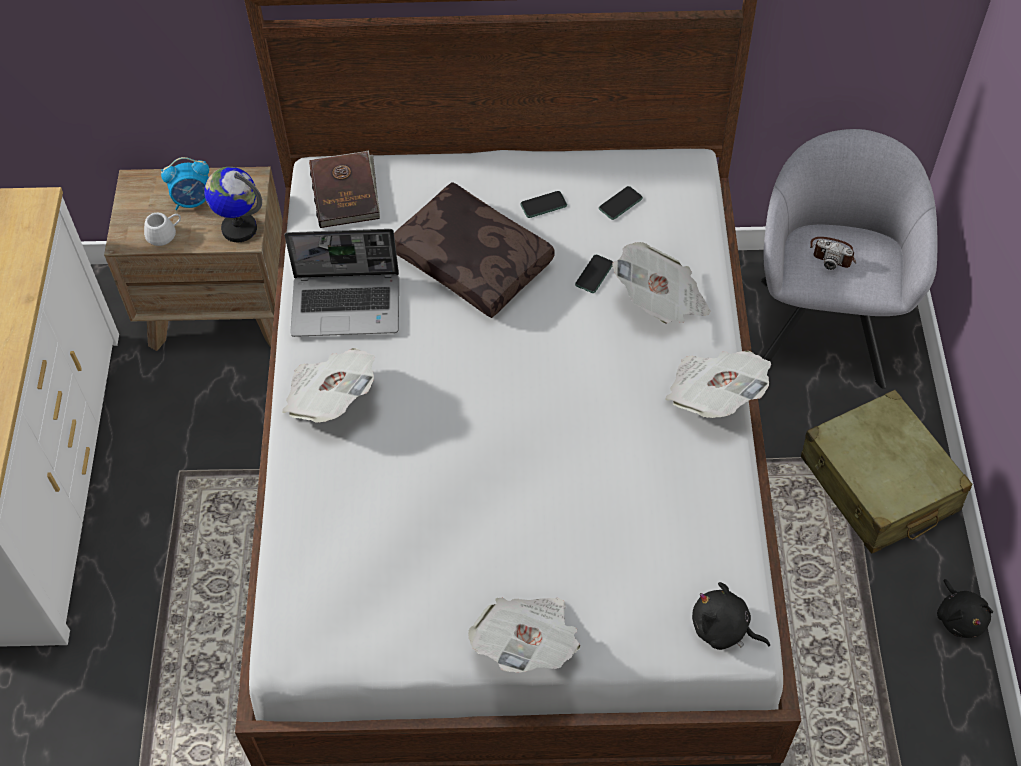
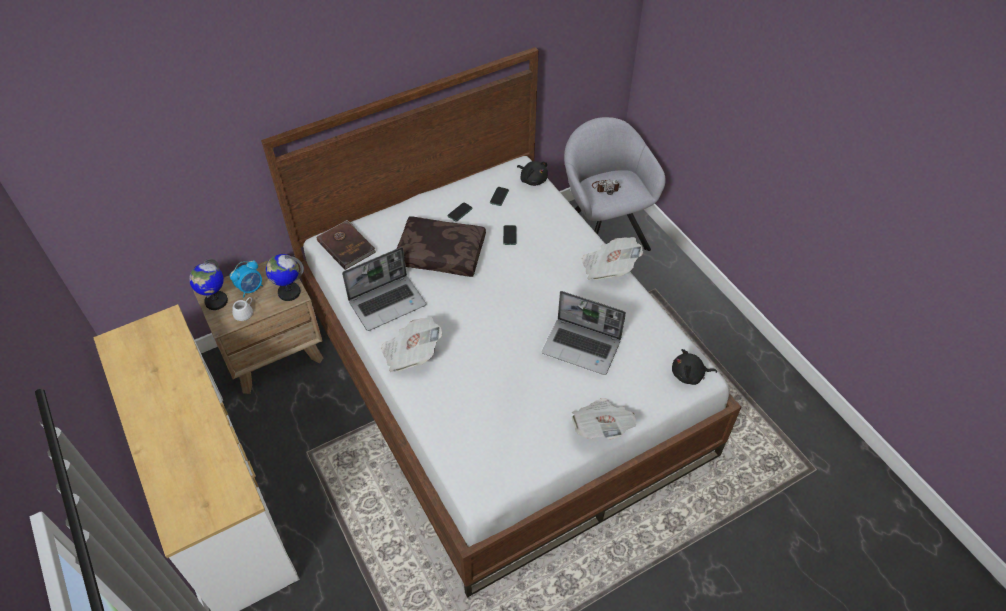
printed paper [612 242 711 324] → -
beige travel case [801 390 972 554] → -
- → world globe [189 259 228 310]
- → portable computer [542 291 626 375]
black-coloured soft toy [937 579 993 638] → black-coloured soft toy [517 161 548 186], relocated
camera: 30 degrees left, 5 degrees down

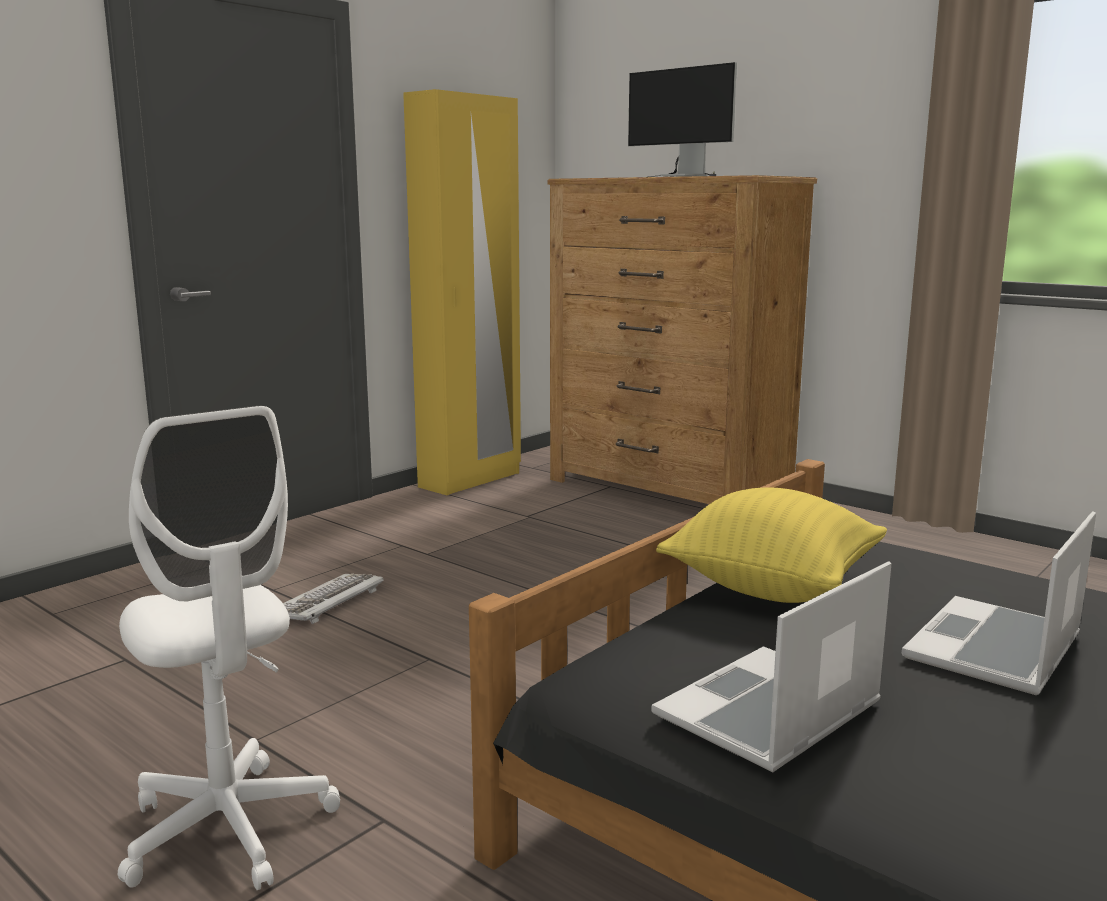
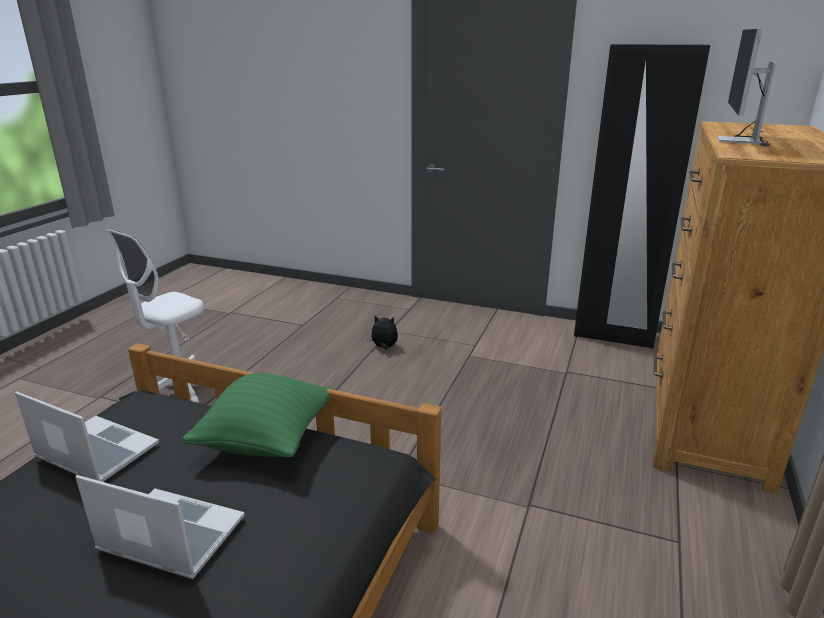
computer keyboard [283 573 384 624] → soft toy [367 316 398 349]
yellow armoire [403 89 521 495] → black-coloured armoire [574 44 710 349]
yellow pillow [656 487 887 603] → green pillow [182 373 334 457]
camera: 70 degrees right, 10 degrees up

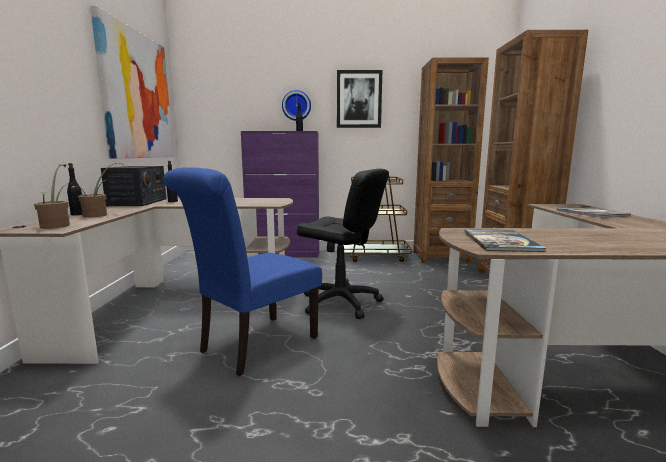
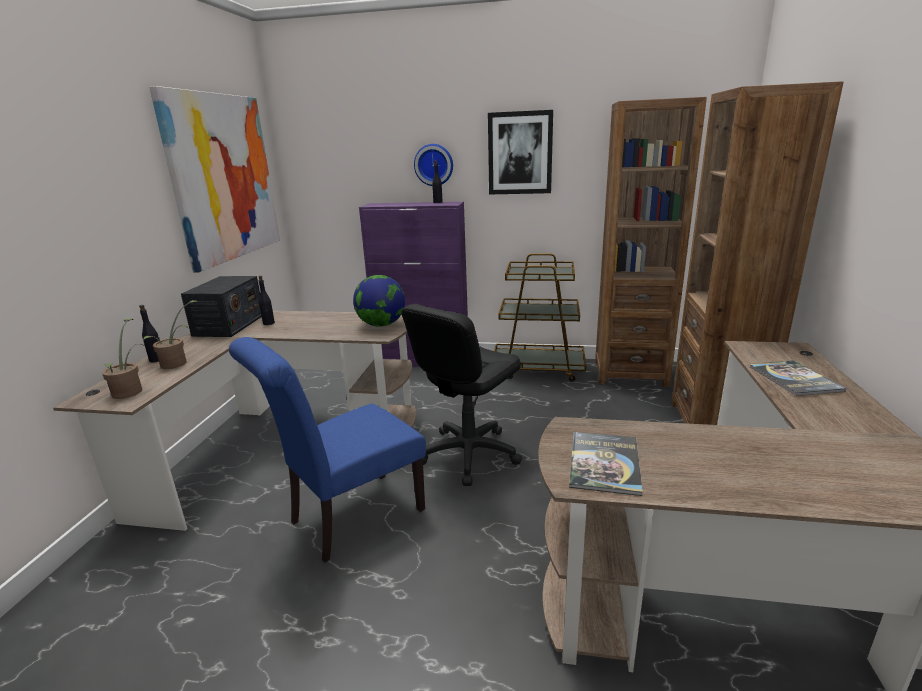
- → world globe [353 275 405 327]
black-coloured office chair [296 169 389 319] → black-coloured office chair [402 304 522 486], 90 degrees clockwise
camera: 10 degrees right, 10 degrees up

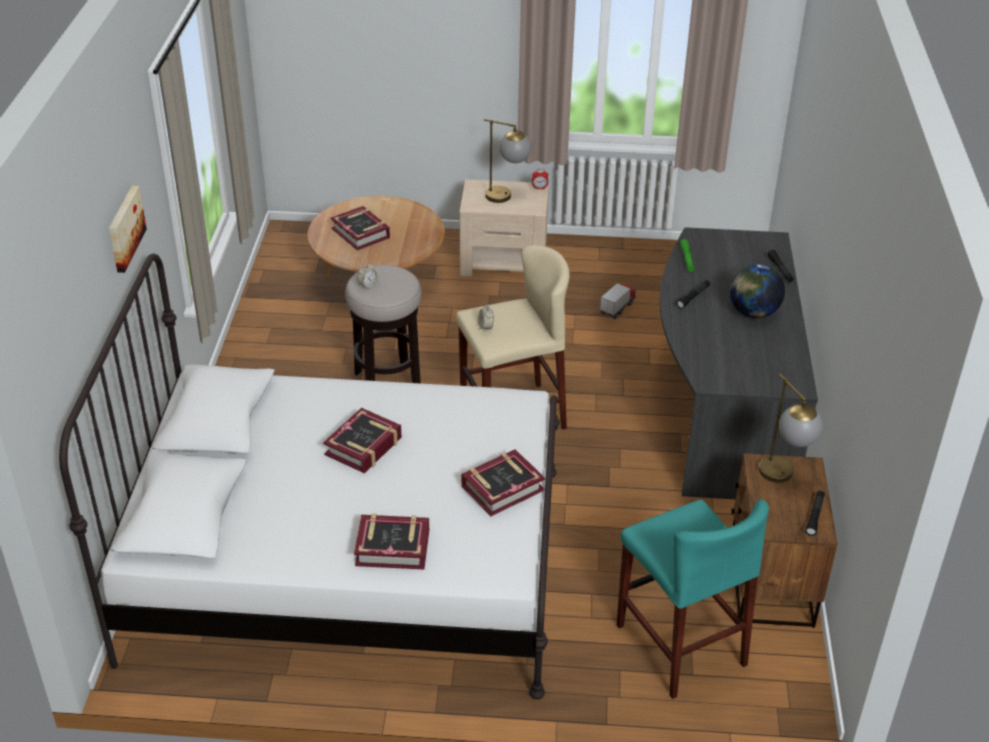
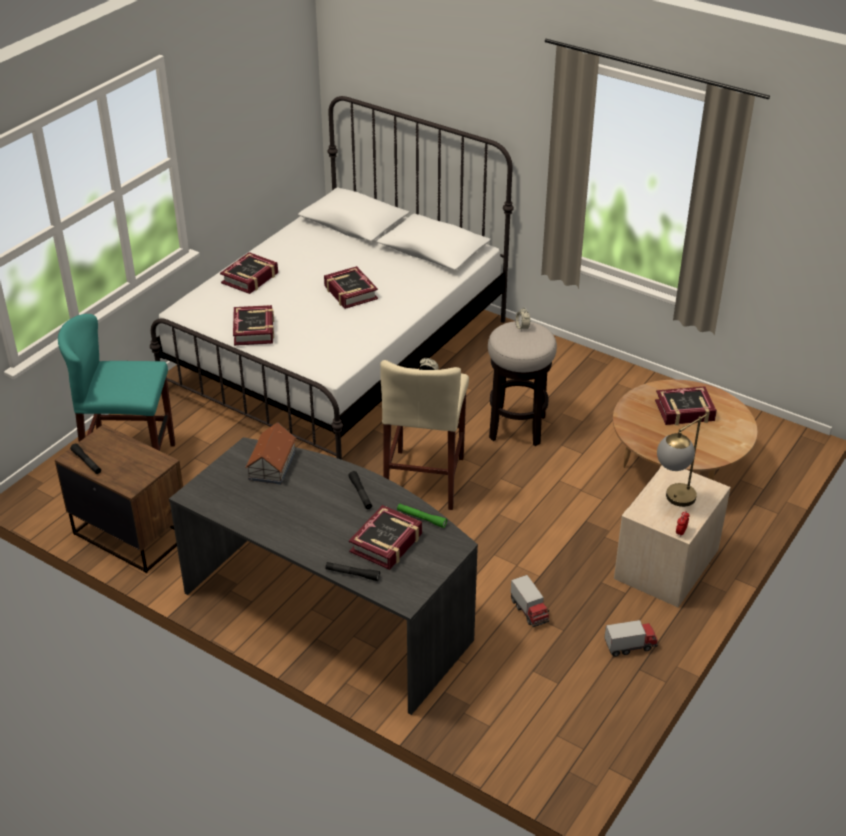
wall picture [109 186 147 273] → -
world globe [730 264 785 318] → -
lamp for a table [759 373 823 483] → -
- → toy house [245 422 297 485]
- → book [349 505 422 570]
- → toy truck [604 620 658 657]
camera: 120 degrees right, 0 degrees up

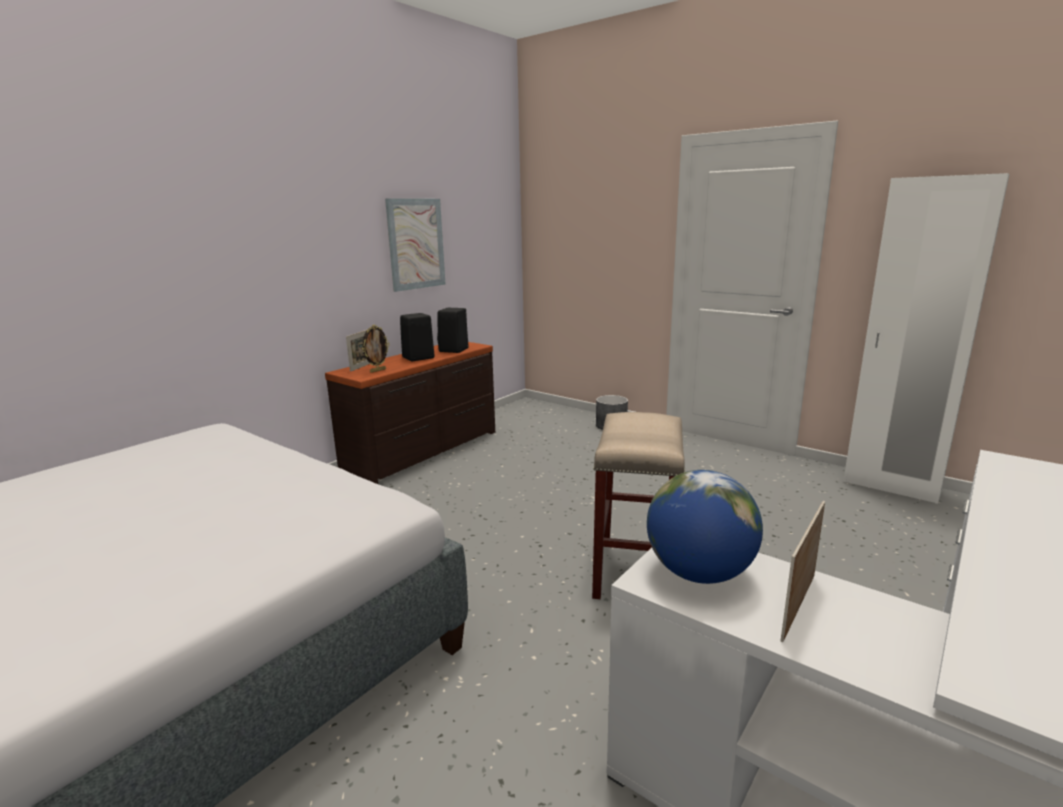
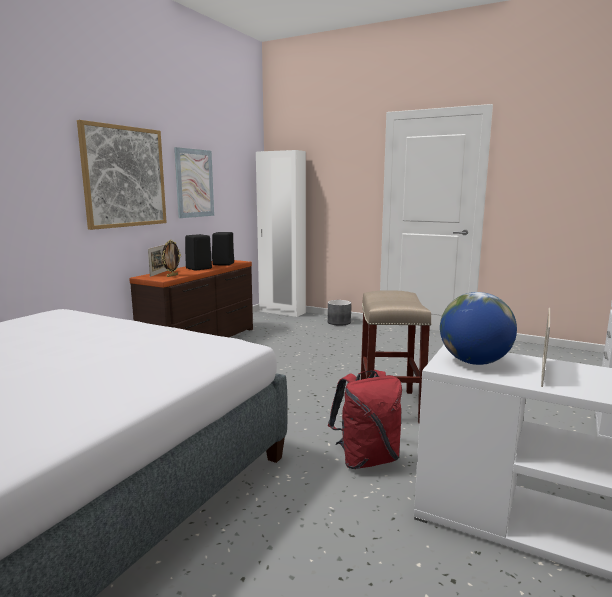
- → wall picture [77 120 167 230]
- → red knapsack [328 370 402 469]
white-coloured armoire [843 173 1010 504] → white-coloured armoire [256 150 306 317], relocated
camera: 10 degrees left, 5 degrees down

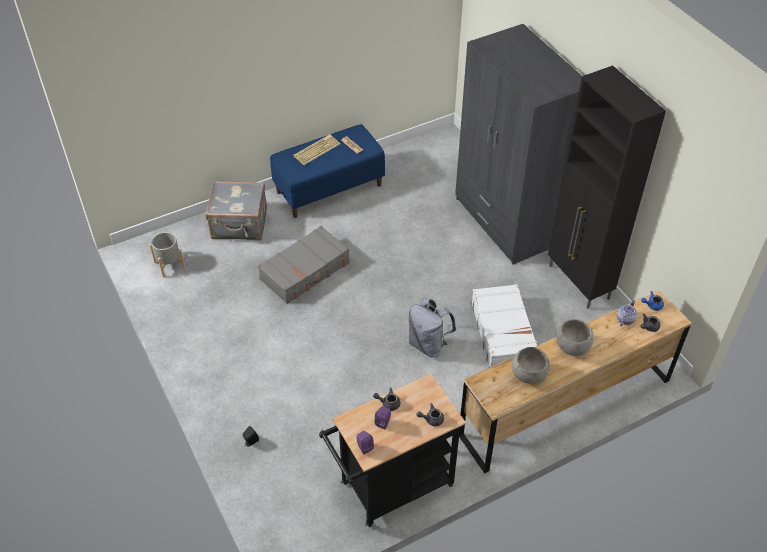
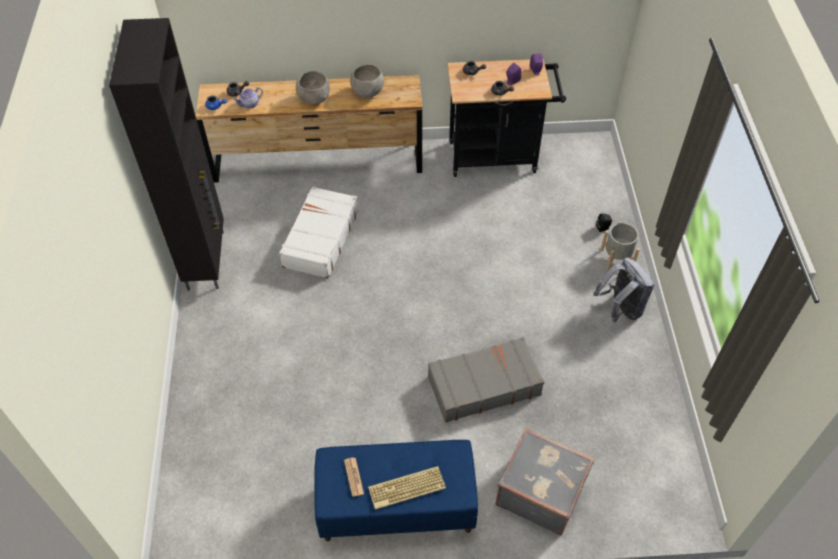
greyish armoire [455 24 582 265] → -
greyish plant pot [149 232 186 277] → greyish plant pot [600 223 639 271], relocated
greyish knapsack [409 298 456 358] → greyish knapsack [593 258 655 323], relocated
camera: 155 degrees left, 5 degrees up

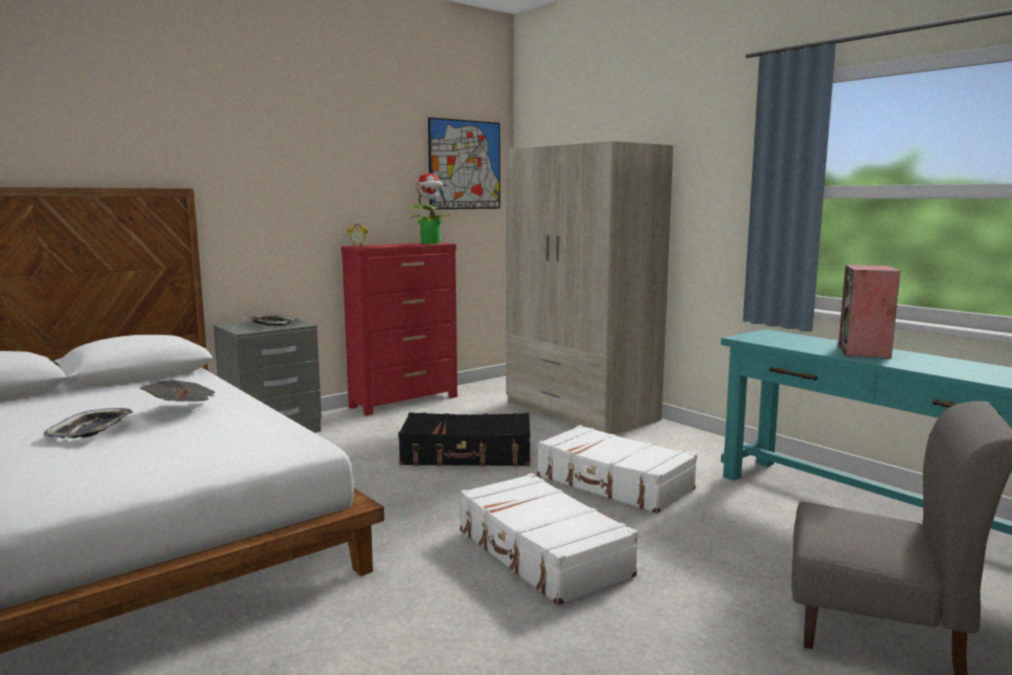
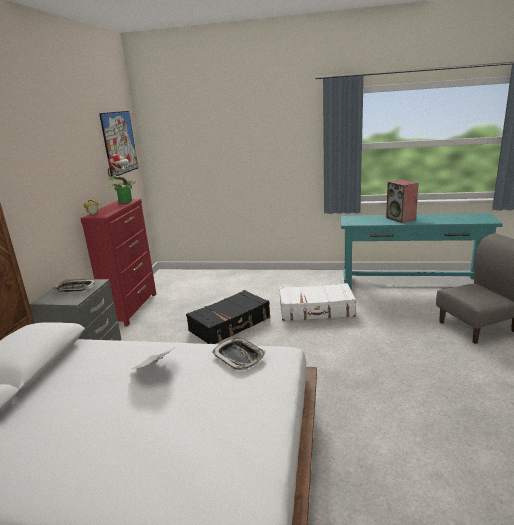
white-coloured travel case [460 473 639 605] → -
beige armoire [506 141 673 434] → -
serving tray [44 408 133 438] → serving tray [212 337 266 370], relocated
camera: 40 degrees left, 10 degrees up

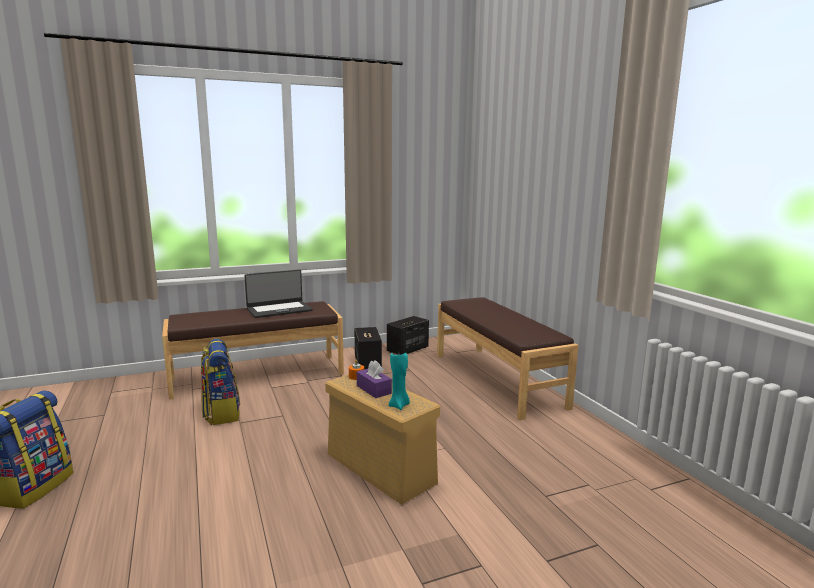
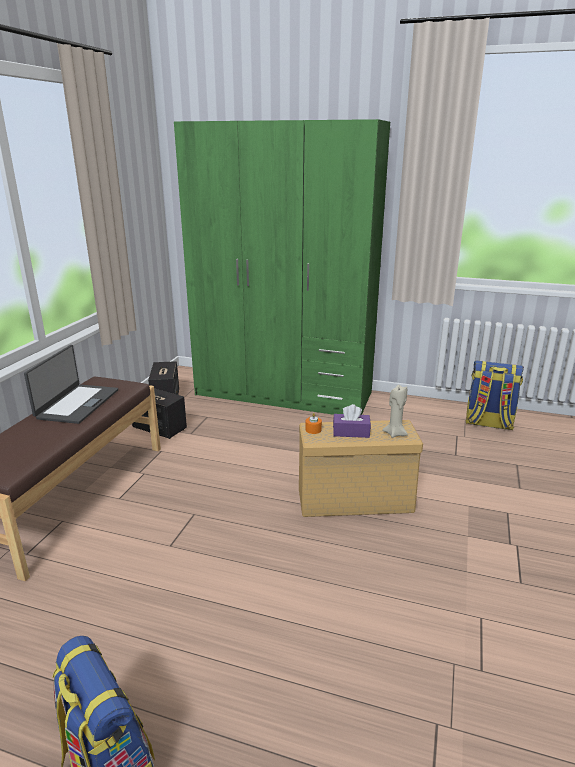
knapsack [201 339 240 425] → knapsack [465 361 524 431], relocated
brown-coloured long seat [437 297 578 420] → green armoire [174 119 390 415]
blue-green wax light [389 353 410 410] → beige wax light [382 385 408 438]
camera: 50 degrees left, 10 degrees up

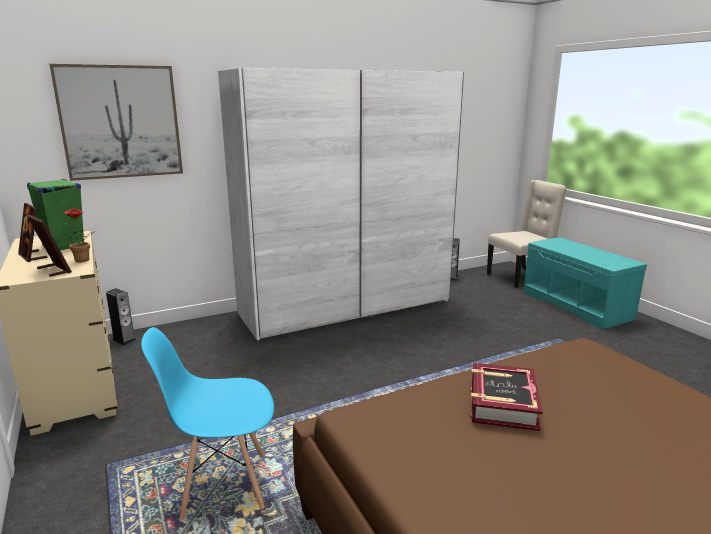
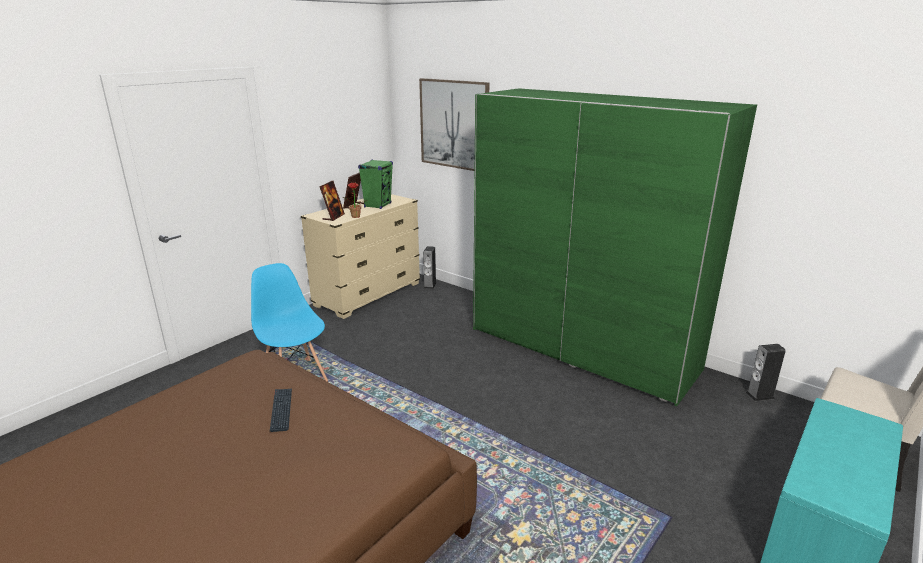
book [470 363 543 431] → computer keyboard [270 389 292 432]
white-coloured armoire [218 68 464 340] → green armoire [473 88 757 406]
camera: 65 degrees right, 5 degrees up

